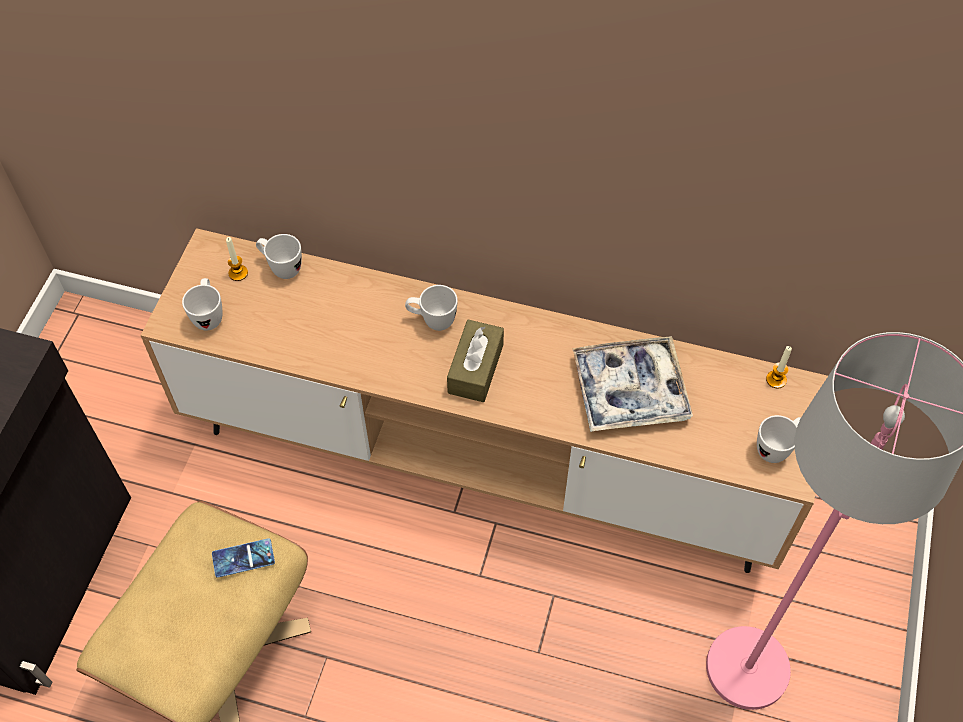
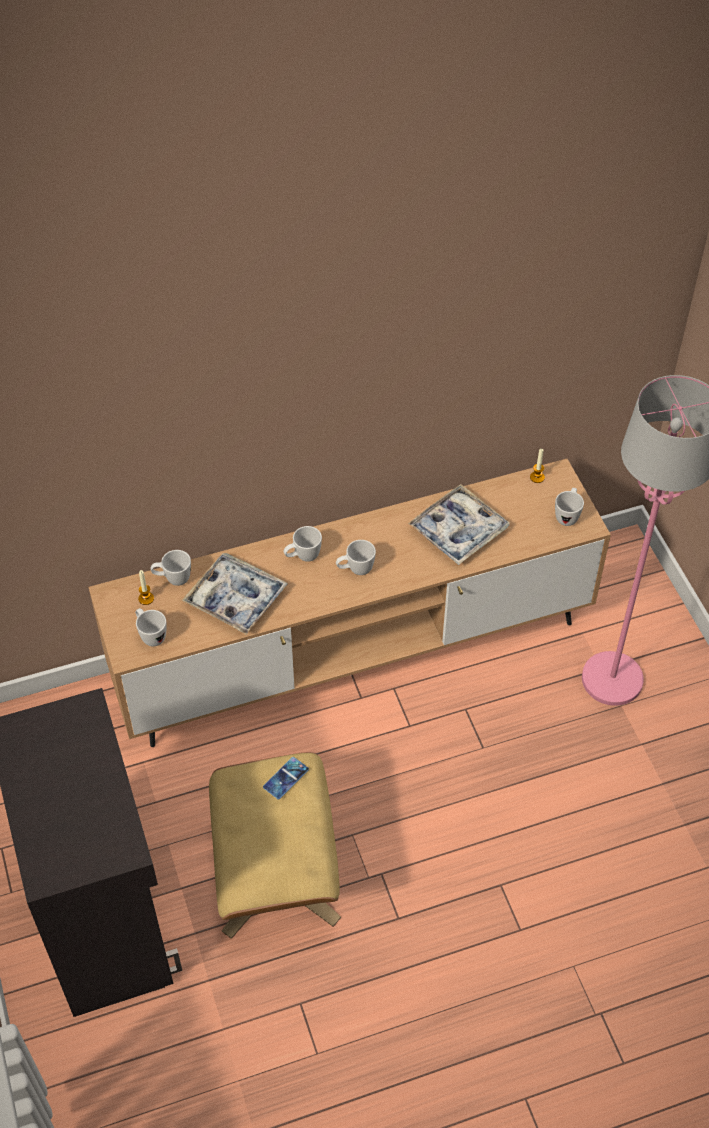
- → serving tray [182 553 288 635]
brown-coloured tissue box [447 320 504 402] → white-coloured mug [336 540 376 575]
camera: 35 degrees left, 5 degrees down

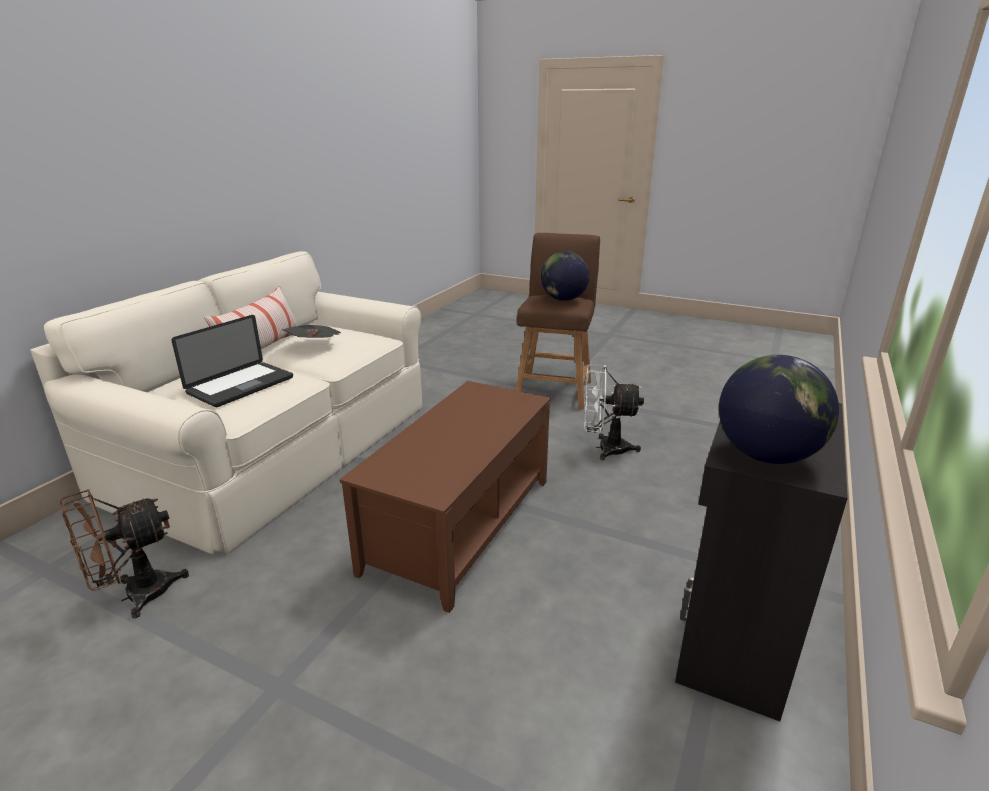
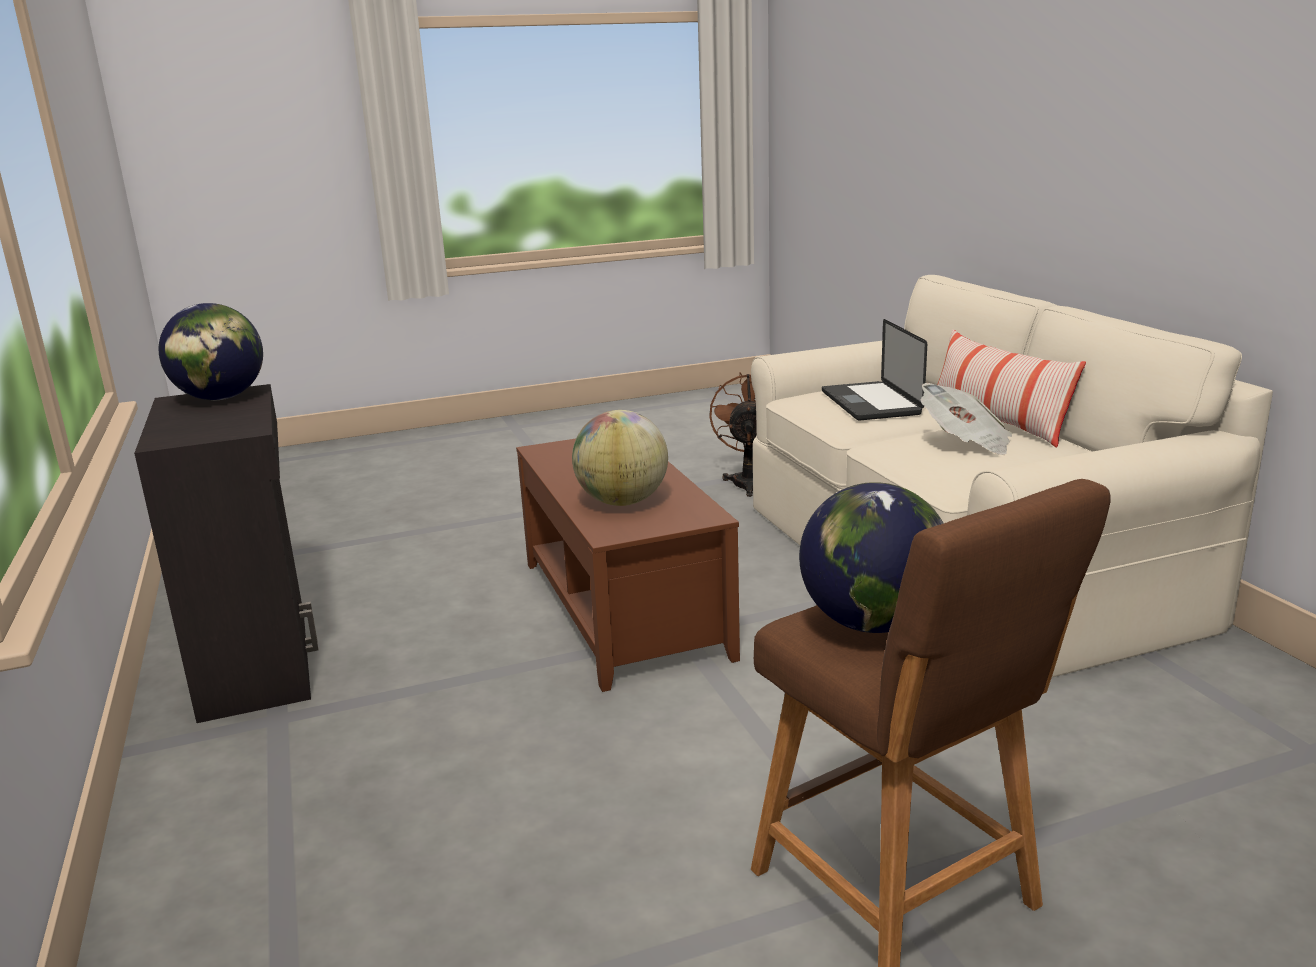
white-coloured fan [584 365 644 460] → -
- → world globe [572 410 668 506]
camera: 135 degrees right, 5 degrees down

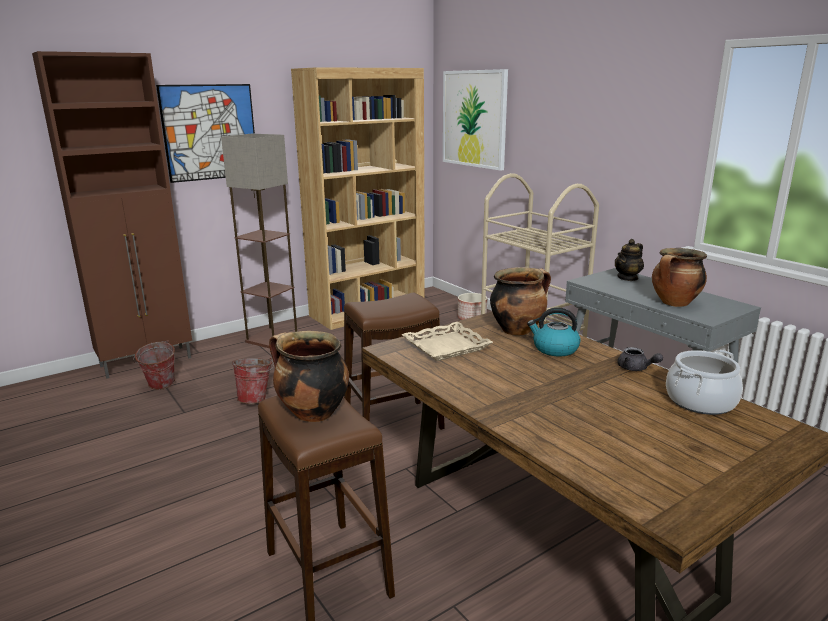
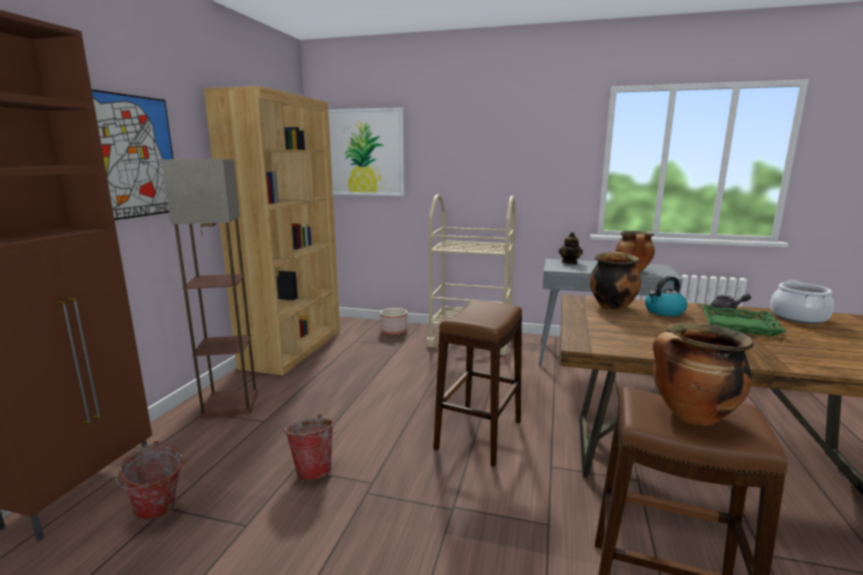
beige serving tray [402 322 493 361] → -
- → green serving tray [702 305 786 336]
camera: 40 degrees left, 5 degrees down

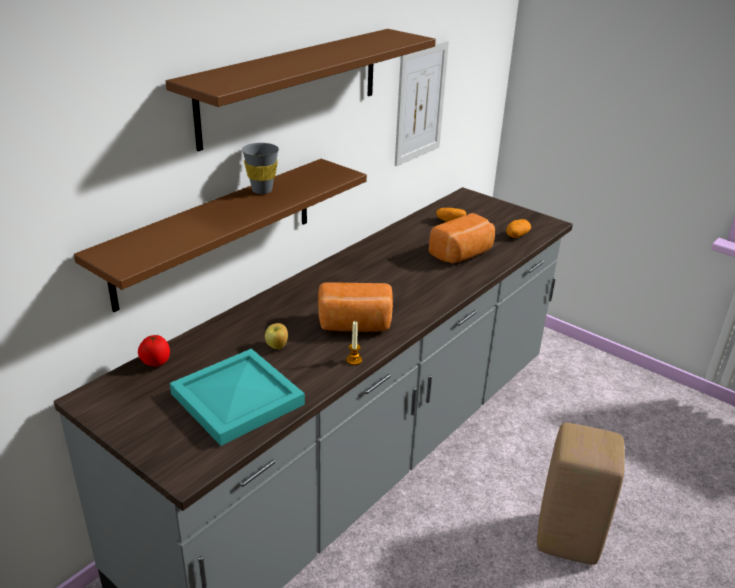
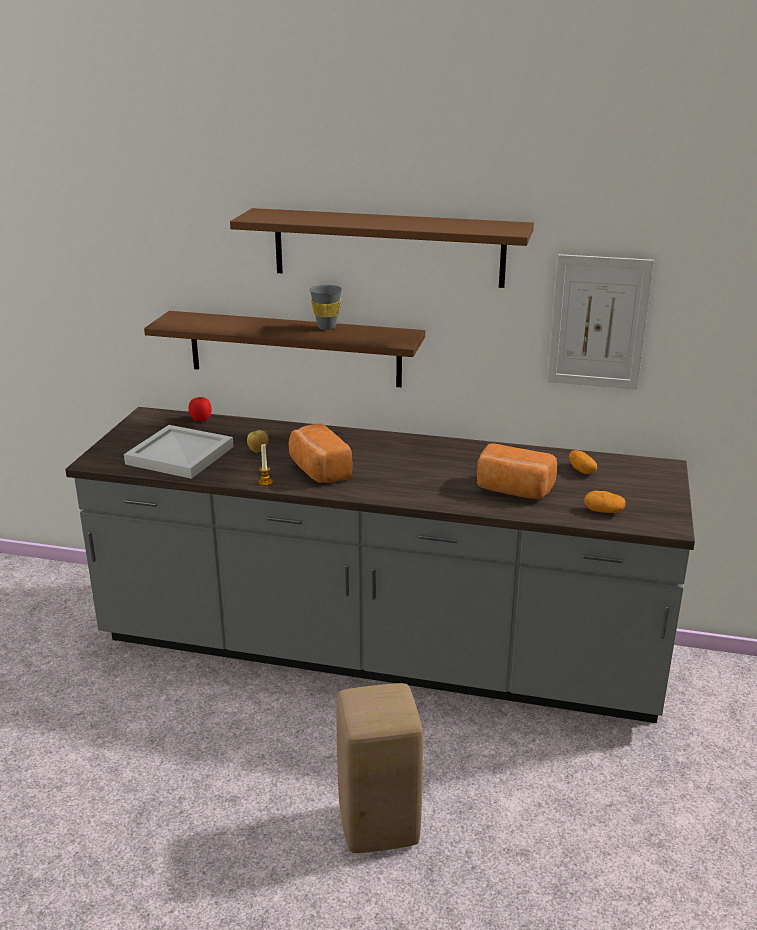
blue-green serving tray [170 349 305 446] → white-coloured serving tray [124 425 234 479]
camera: 65 degrees right, 5 degrees down

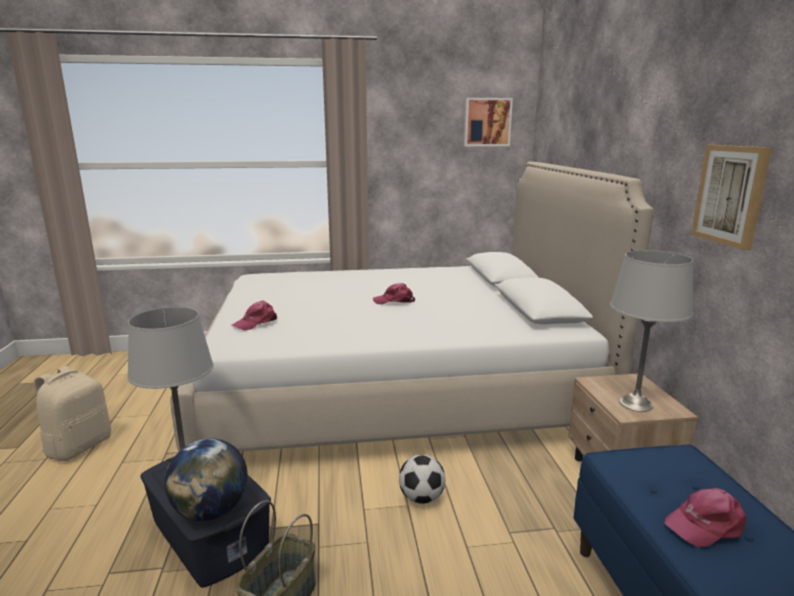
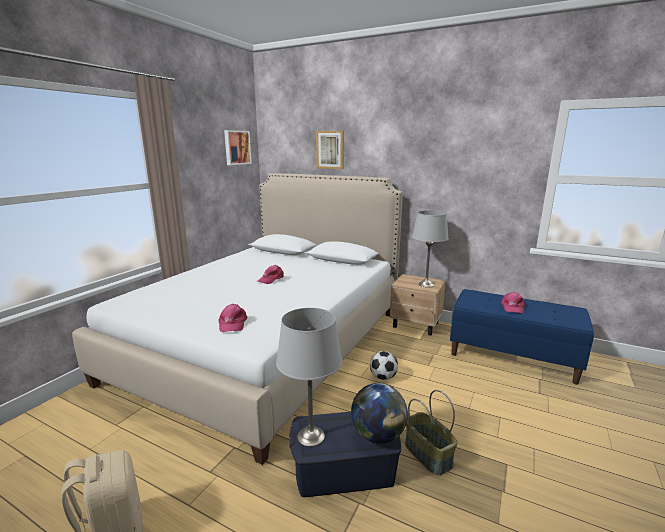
wall picture [691 145 772 250] → wall picture [316 131 344 169], relocated
camera: 55 degrees left, 0 degrees up

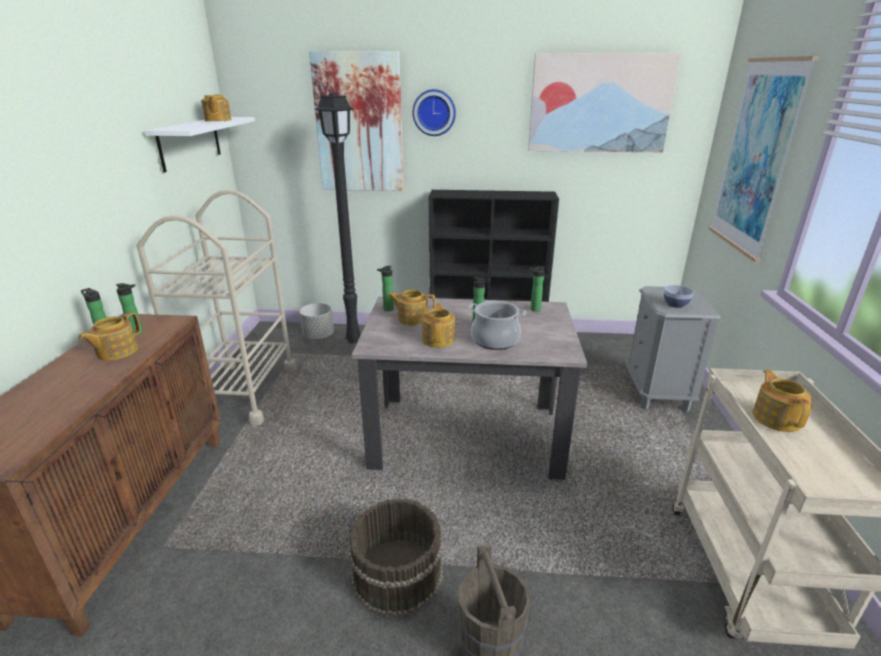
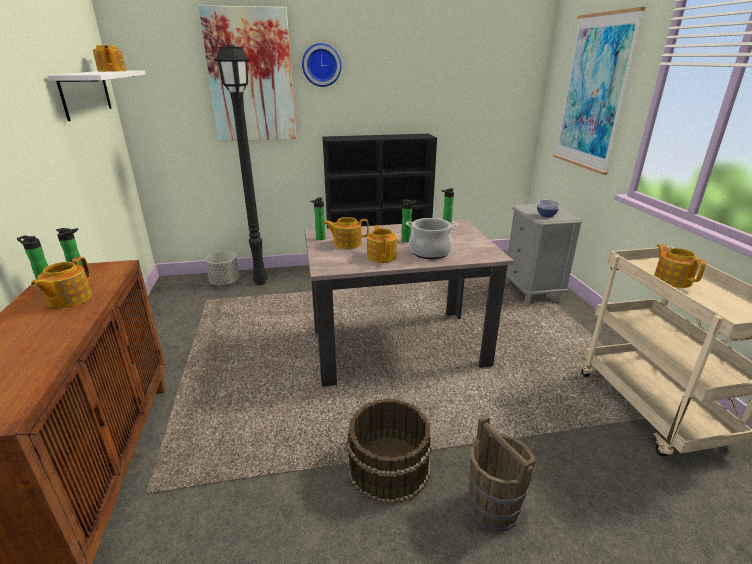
beige wheeled cart [137 189 296 426] → -
wall picture [528 53 681 152] → -
camera: 15 degrees left, 0 degrees up

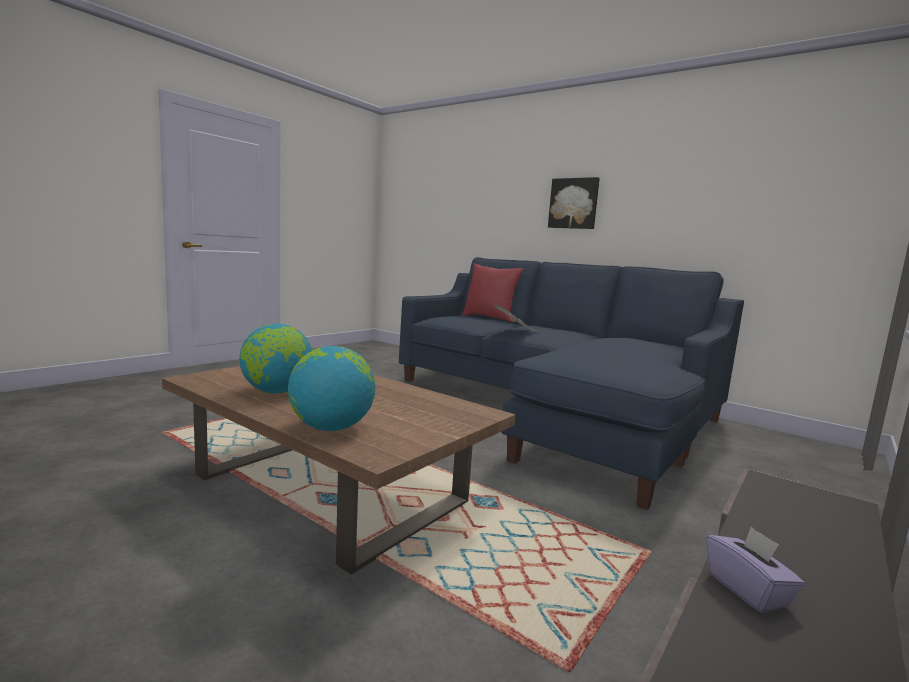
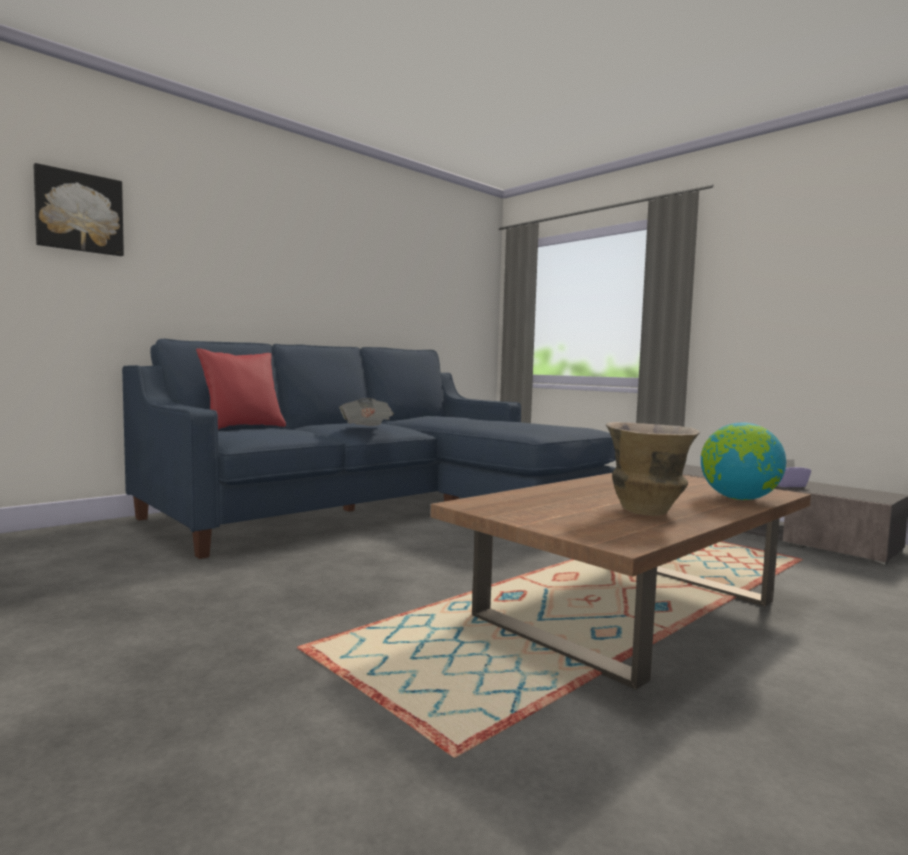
wall picture [548 177 600 229] → wall picture [34 163 124 256], relocated
world globe [239 324 312 394] → decorative vase [606 422 700 516]
camera: 80 degrees left, 5 degrees down

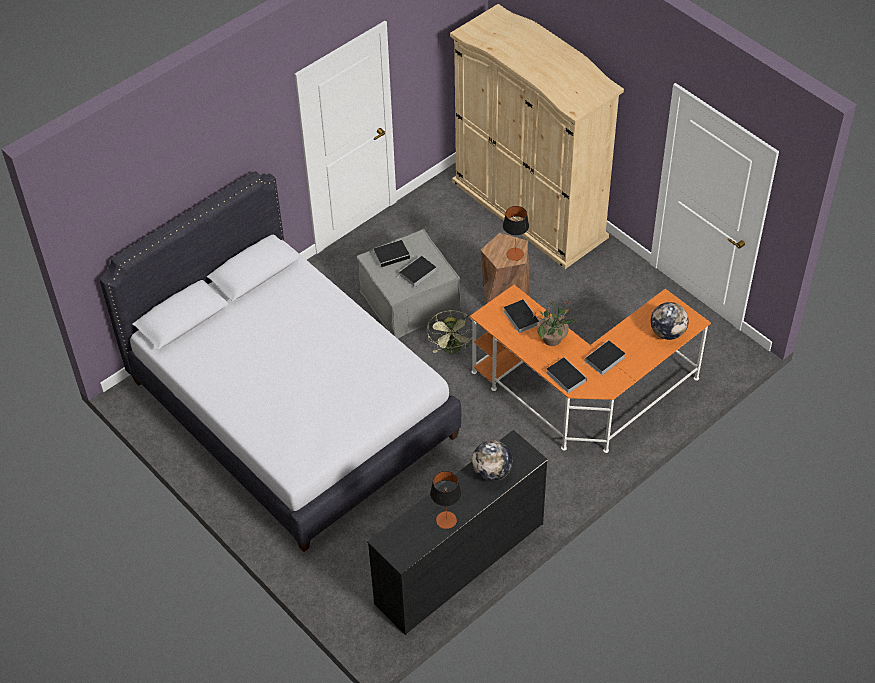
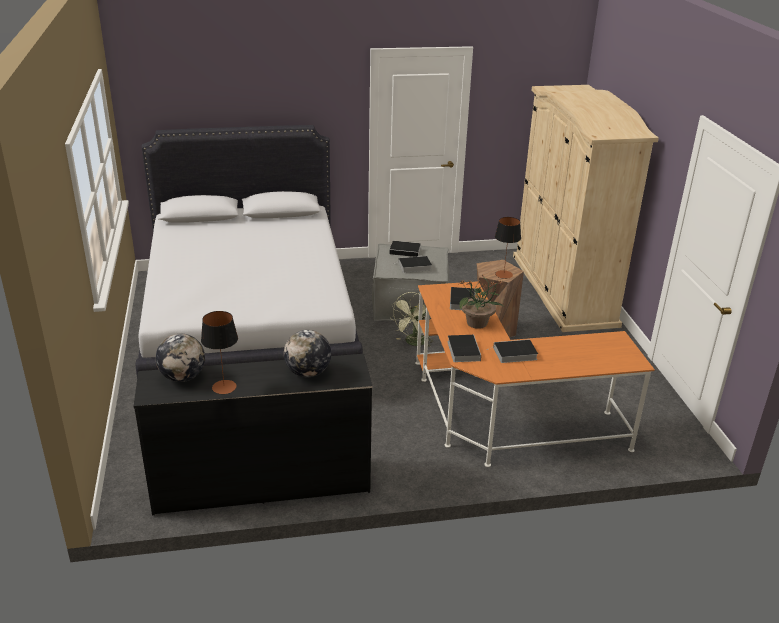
world globe [651 302 689 340] → world globe [156 334 205 382], relocated
camera: 30 degrees right, 20 degrees down

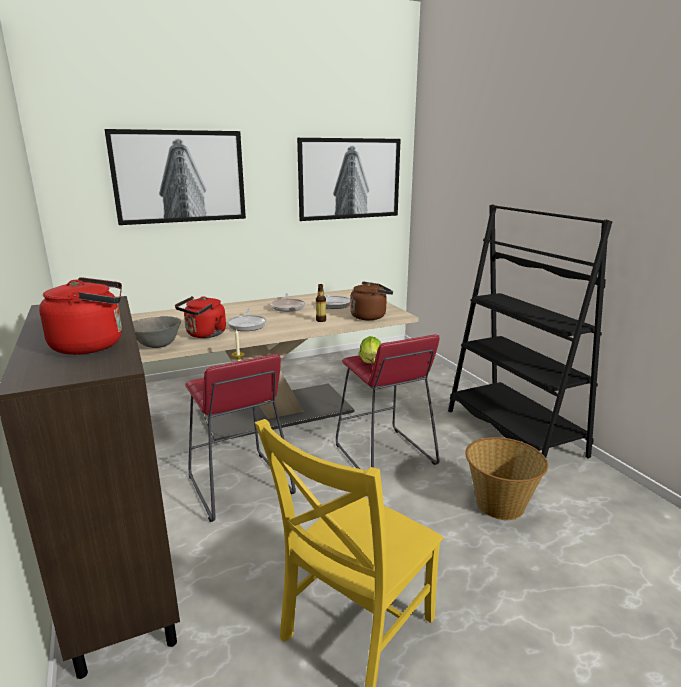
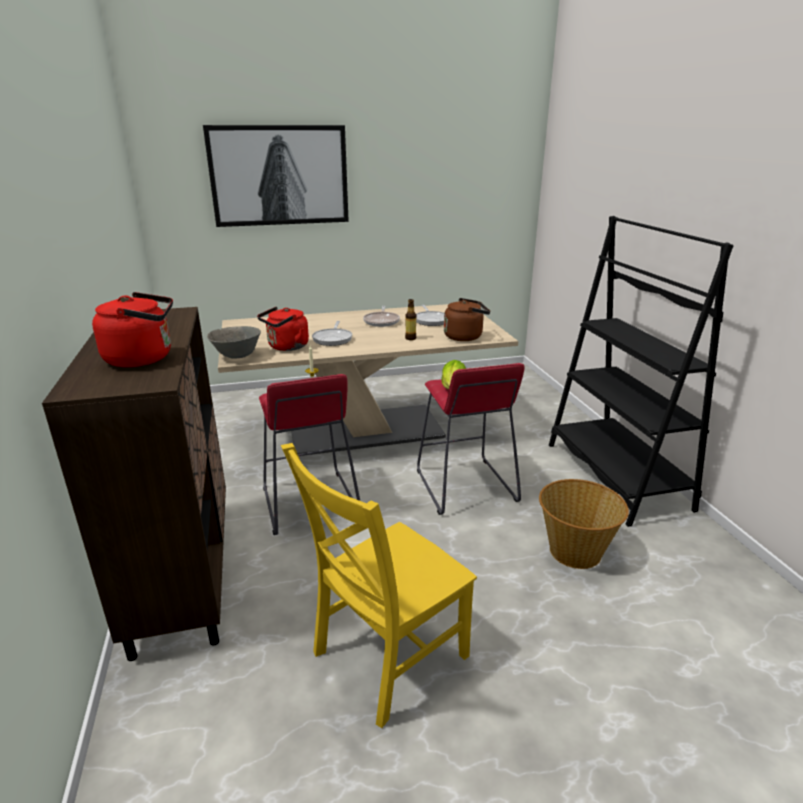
wall picture [297 138 401 221] → -
camera: 10 degrees right, 5 degrees up

